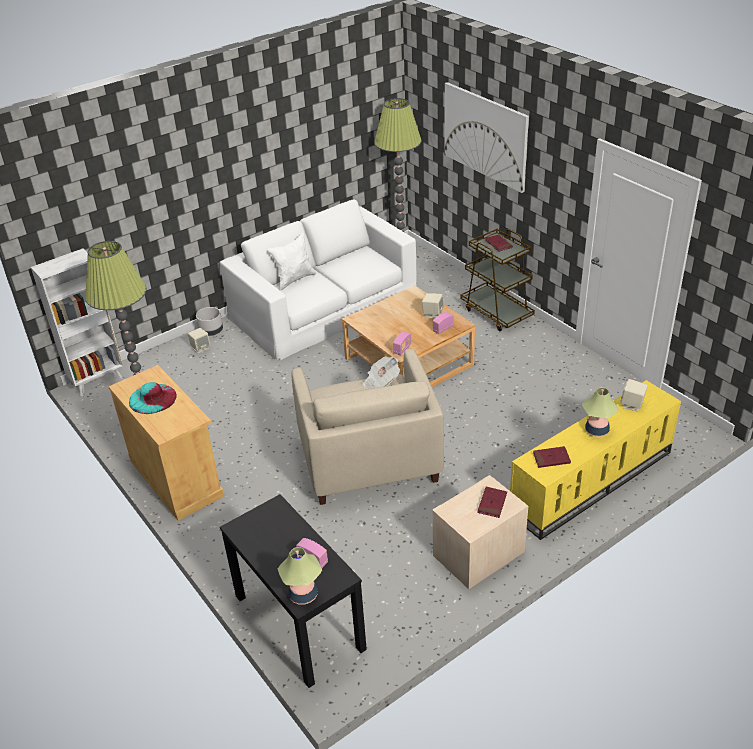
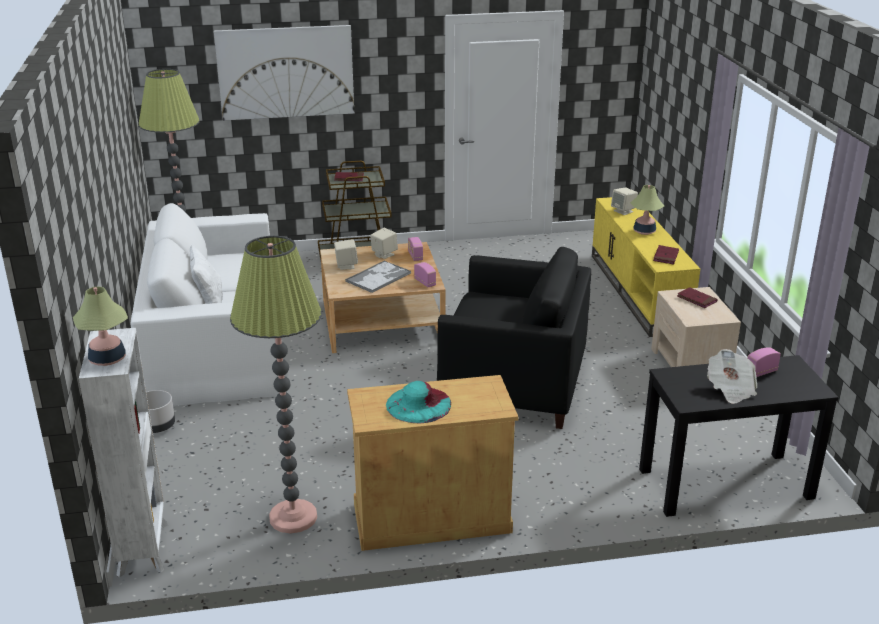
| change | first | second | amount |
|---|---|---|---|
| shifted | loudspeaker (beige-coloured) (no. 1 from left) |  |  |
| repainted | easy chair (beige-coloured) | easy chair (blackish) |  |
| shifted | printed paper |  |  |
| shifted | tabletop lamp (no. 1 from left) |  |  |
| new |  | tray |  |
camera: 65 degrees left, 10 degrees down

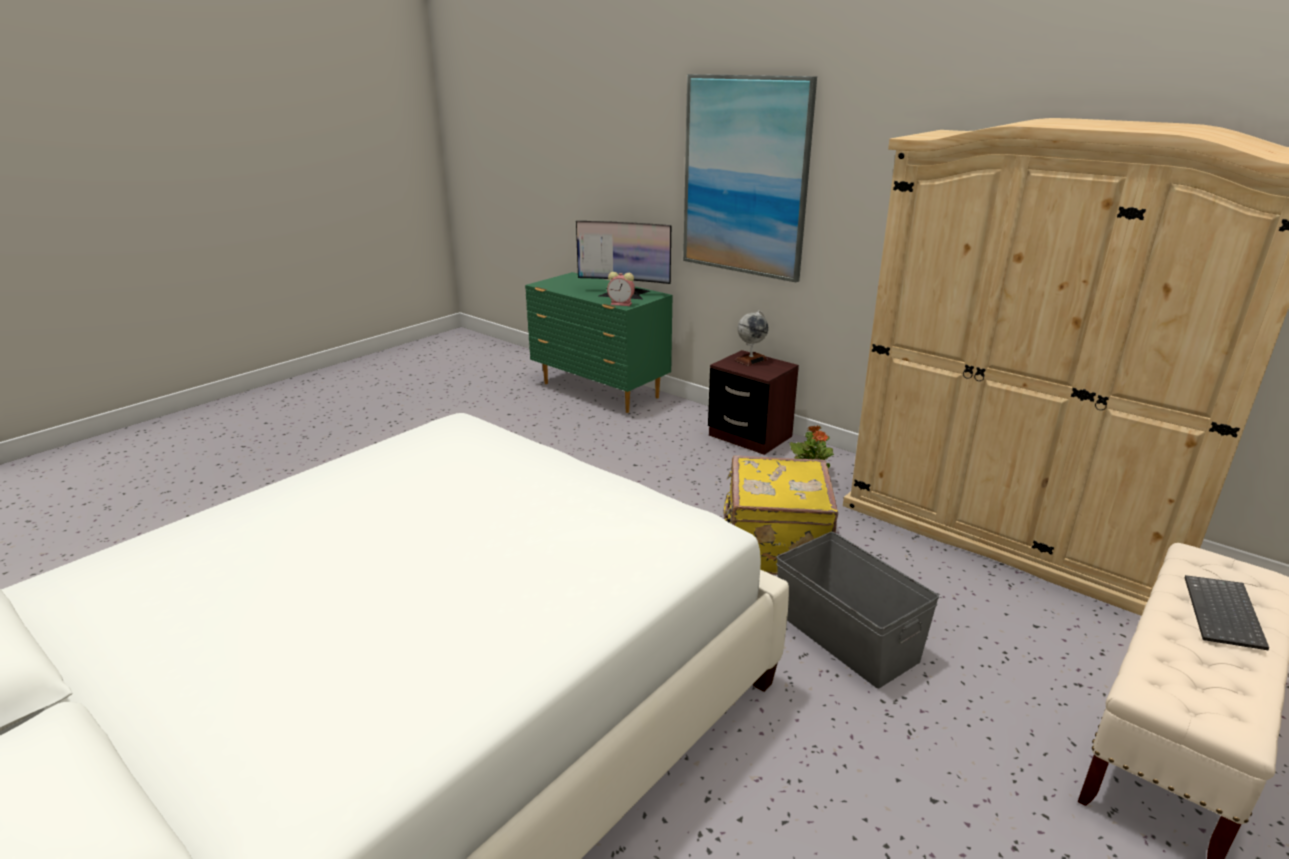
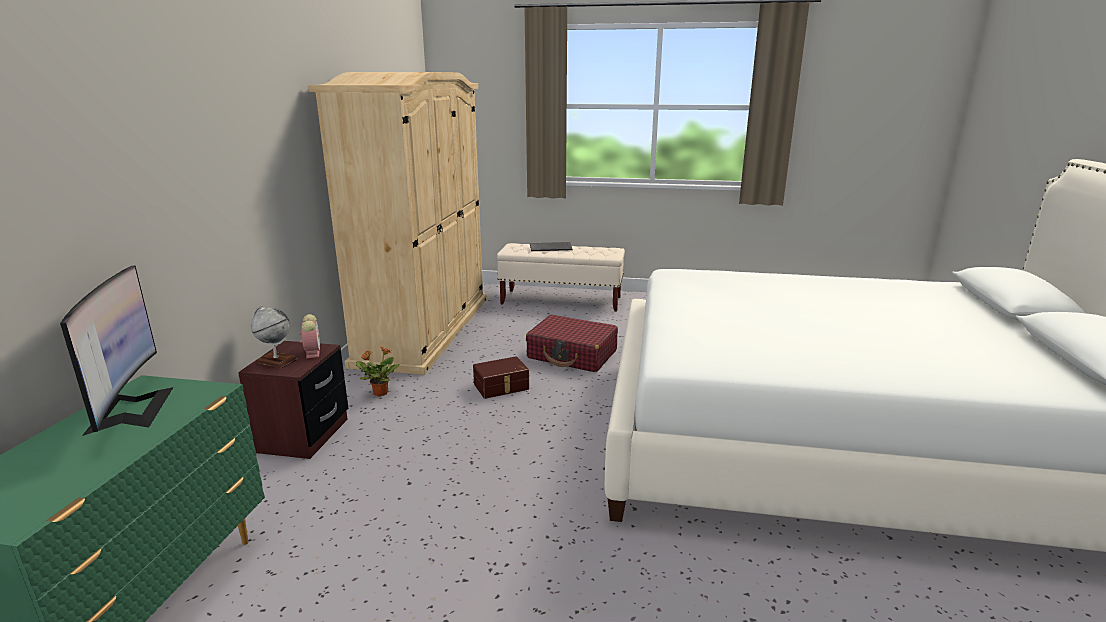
| change | first | second | amount |
|---|---|---|---|
| gone | wall art |  |  |
| shifted | bedside clock |  |  |
| swapped | piece of luggage (yellowish) | storage box (brown) |  |
| swapped | storage box (gray) | piece of luggage (red-coloured) |  |
camera: 120 degrees left, 5 degrees down

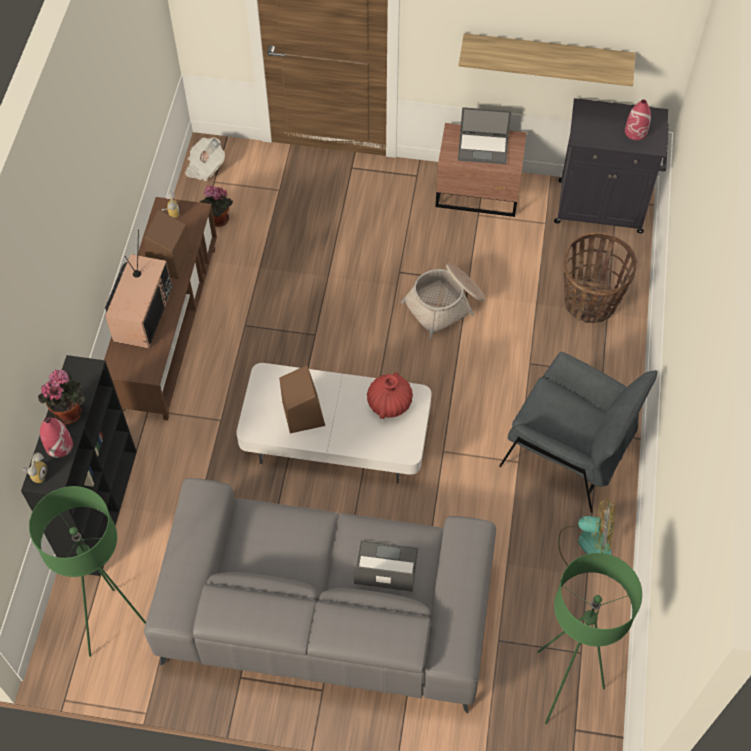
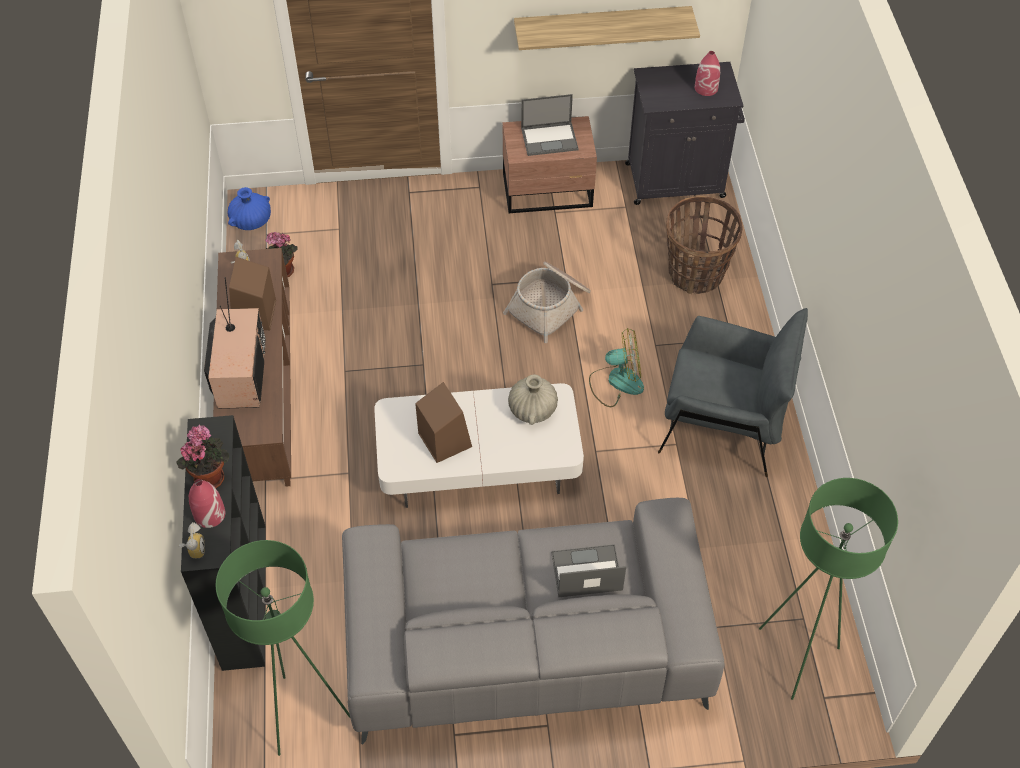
| change | first | second | amount |
|---|---|---|---|
| swapped | printed paper | decorative vase (blue-coloured) |  |
| repainted | decorative vase (red-coloured) (no. 2 from left) | decorative vase (beige-coloured) |  |
| shifted | electric fan |  |  |
camera: 15 degrees left, 5 degrees down

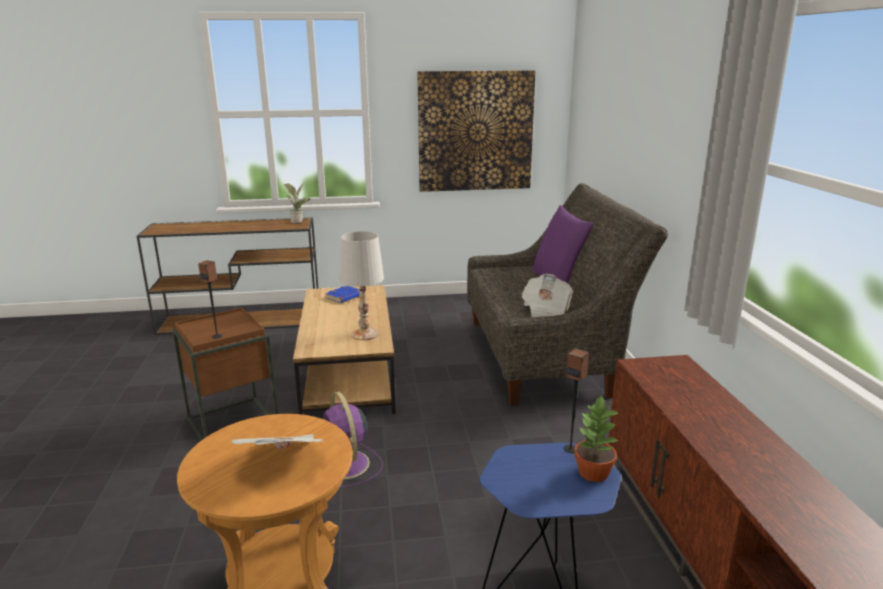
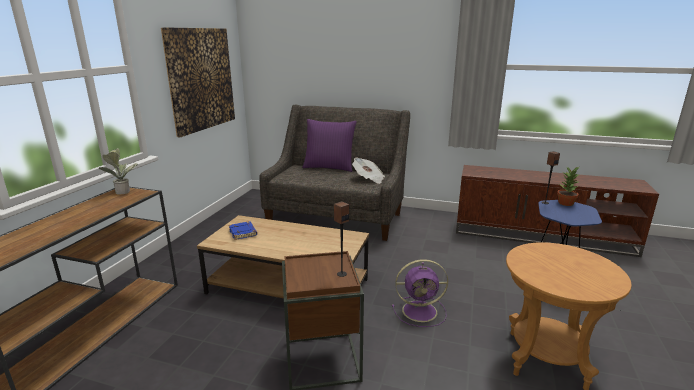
| change | first | second | amount |
|---|---|---|---|
| gone | tabletop lamp (whitish) |  |  |
| gone | printed paper (no. 1 from left) |  |  |
camera: 65 degrees left, 0 degrees up

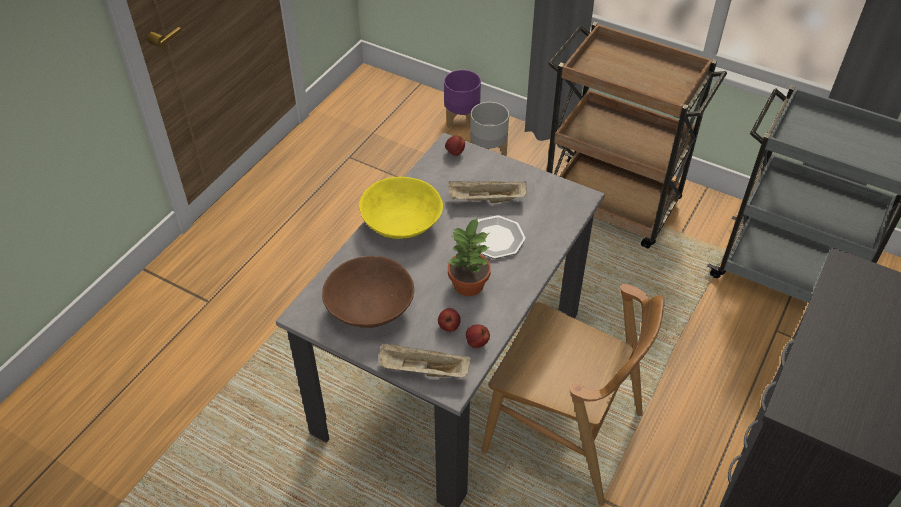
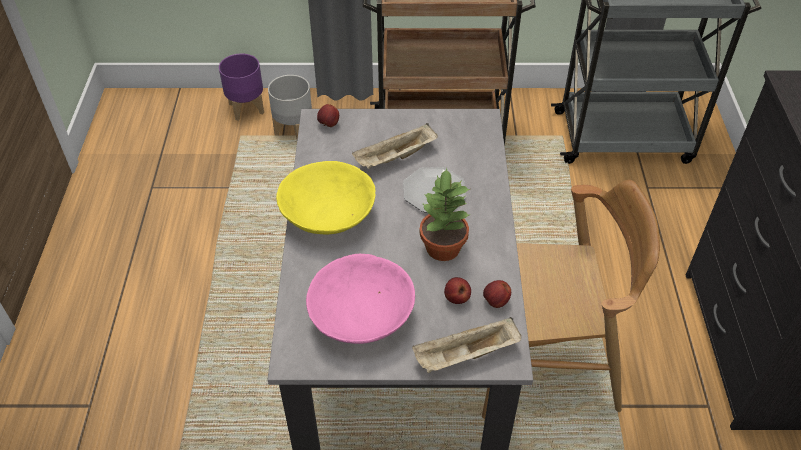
| change | first | second | amount |
|---|---|---|---|
| repainted | deep dish (brown) | deep dish (pink-coloured) |  |
camera: 30 degrees left, 0 degrees up

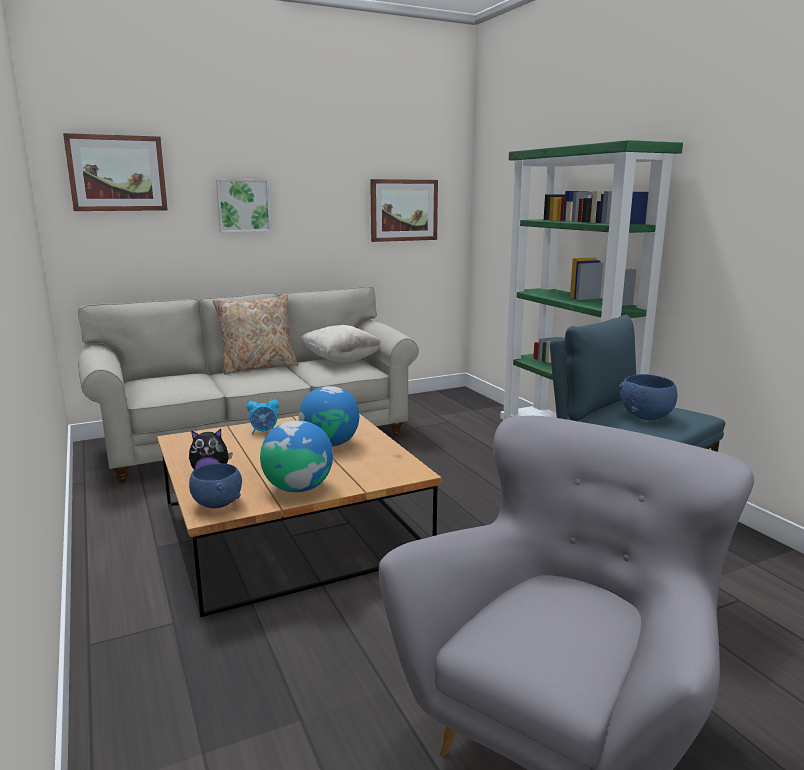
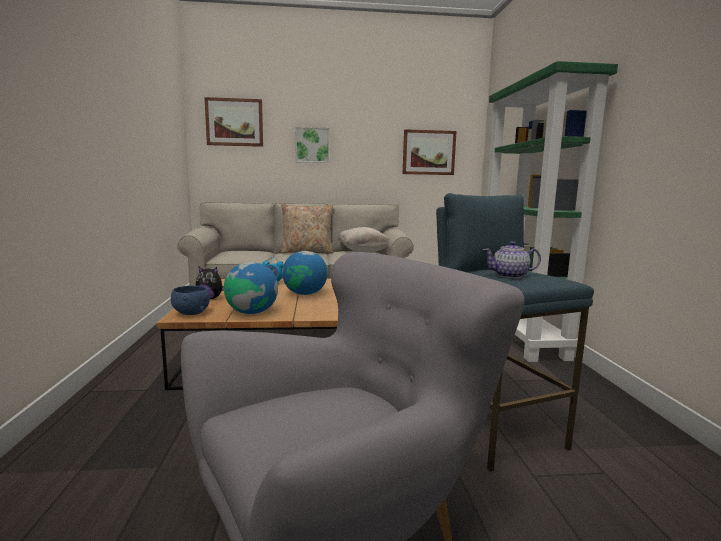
| change | first | second | amount |
|---|---|---|---|
| swapped | deep dish (blue-coloured) (no. 2 from left) | pot for tea |  |
camera: 20 degrees right, 5 degrees down

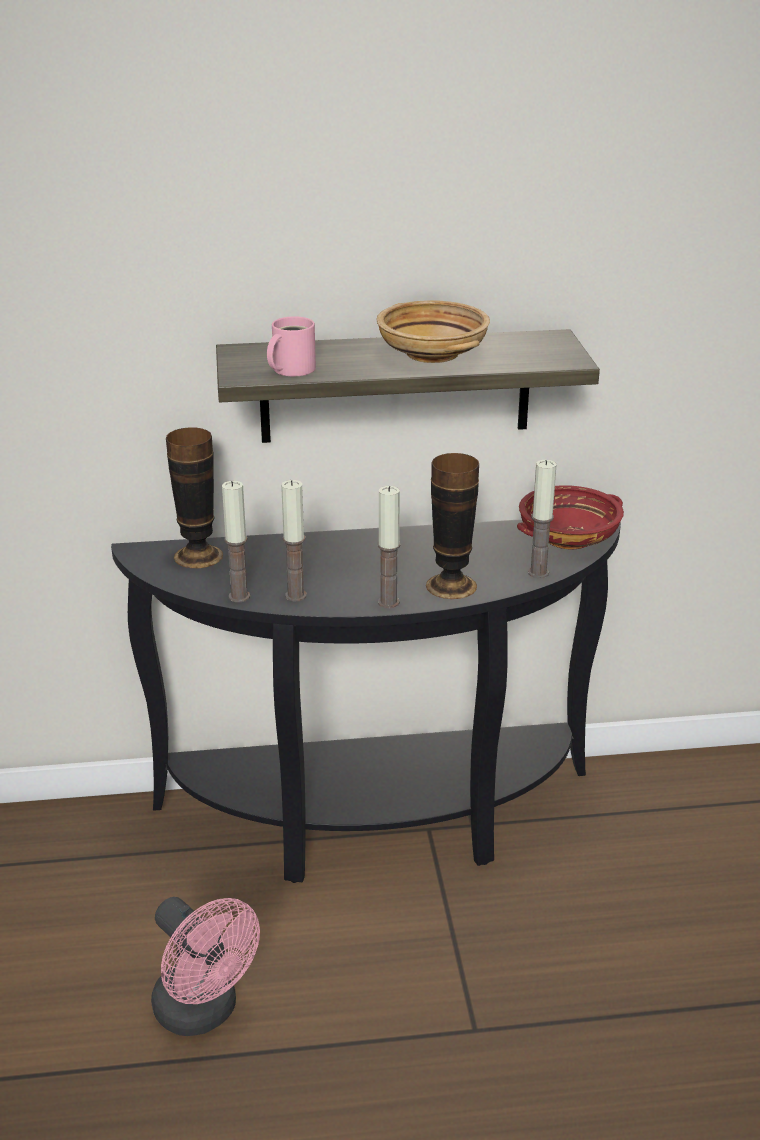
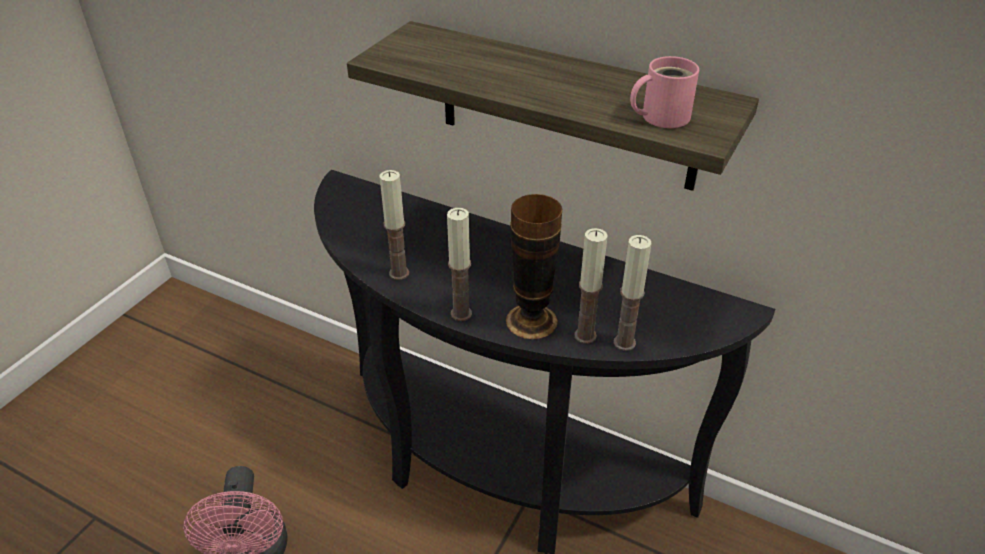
| change | first | second | amount |
|---|---|---|---|
| gone | deep dish (beige-coloured) |  |  |
| shifted | coffee mug (pink-coloured) |  |  |
| gone | decorative vase (no. 1 from left) |  |  |
| shifted | candle (no. 1 from left in the first image) | candle (no. 3 from left) |  |
| gone | deep dish (red-coloured) |  |  |
camera: 35 degrees right, 10 degrees up

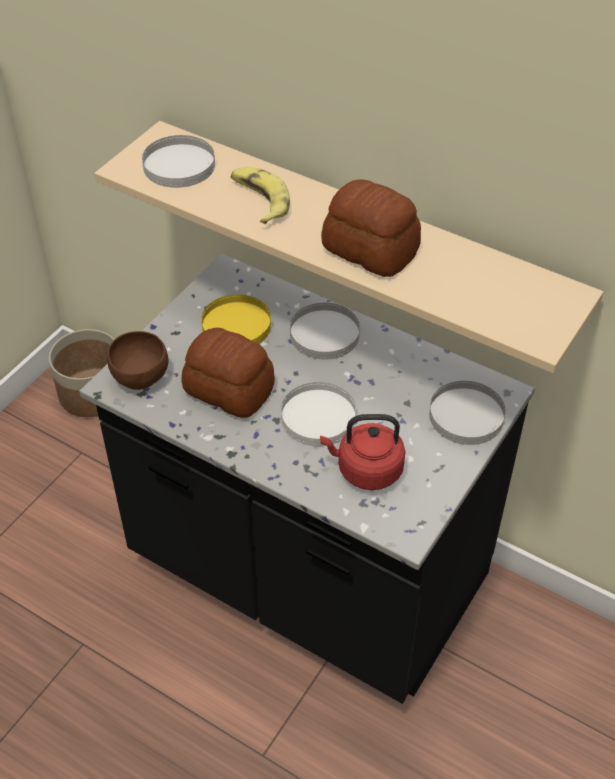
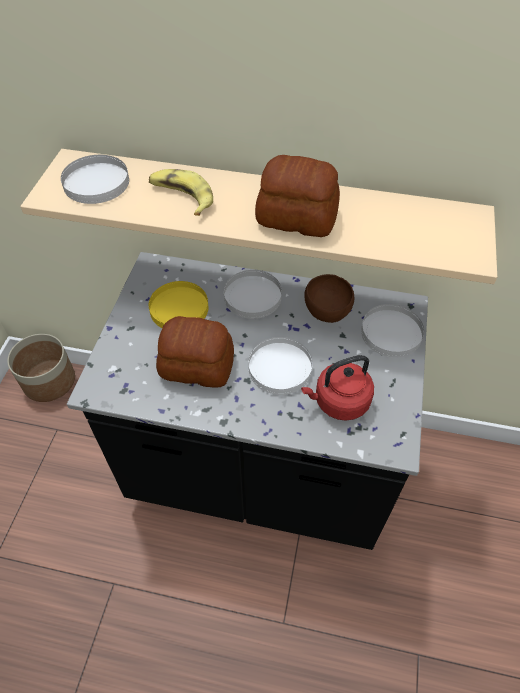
| change | first | second | amount |
|---|---|---|---|
| shifted | deep dish (brown) |  |  |
camera: 20 degrees left, 5 degrees up

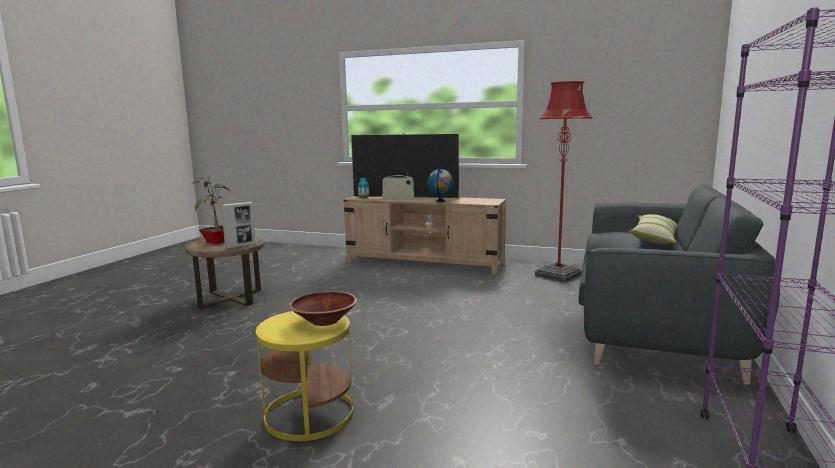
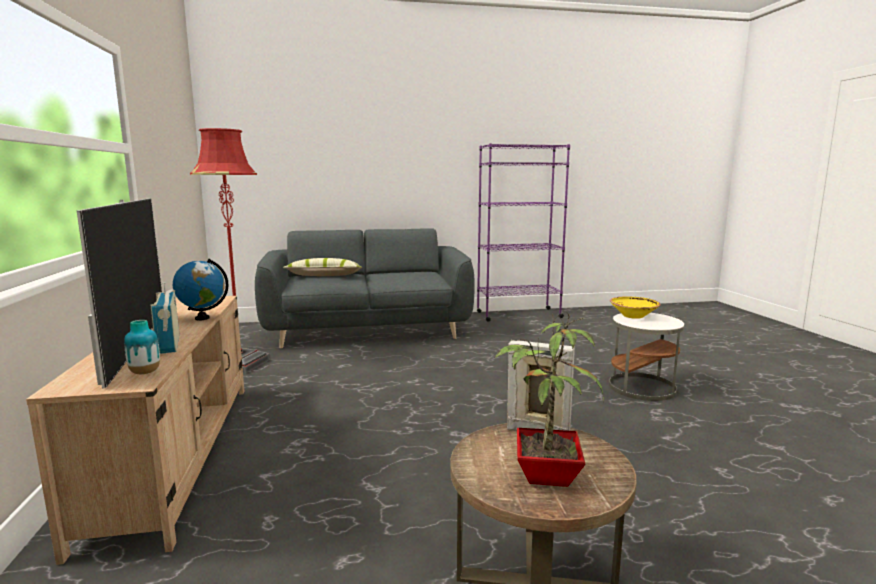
| change | first | second | amount |
|---|---|---|---|
| repainted | deep dish (brown) | deep dish (yellowish) |  |
| repainted | side table (yellowish) | side table (whitish) |  |
camera: 120 degrees left, 0 degrees up

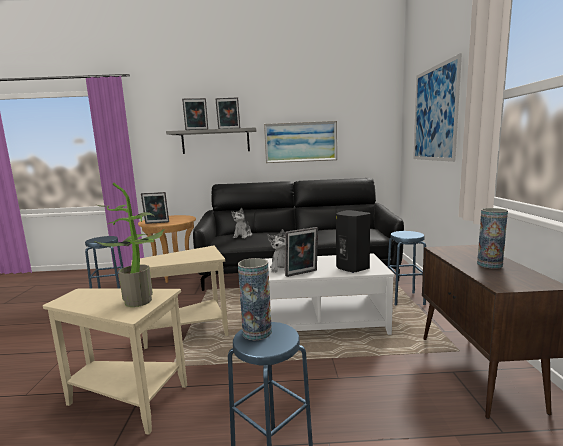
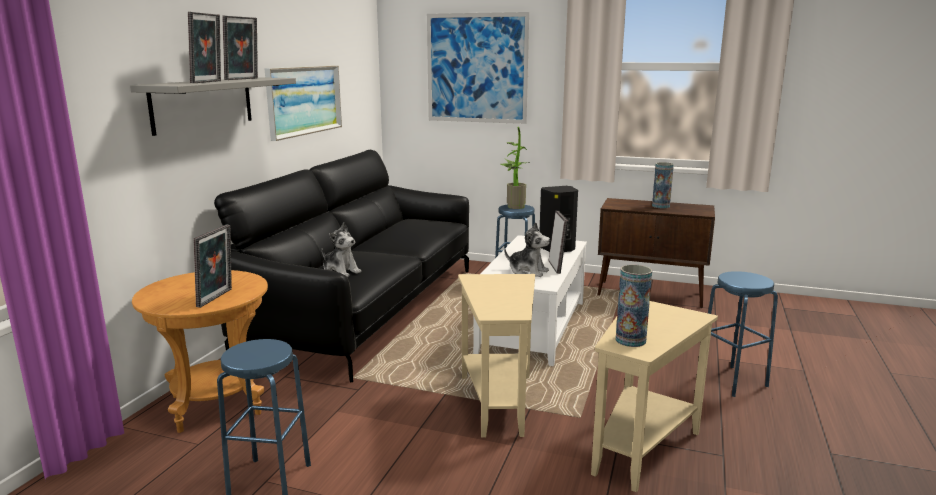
| change | first | second | amount |
|---|---|---|---|
| shifted | houseplant |  |  |
| shifted | decorative vase (no. 1 from left) |  |  |
camera: 70 degrees left, 5 degrees up

